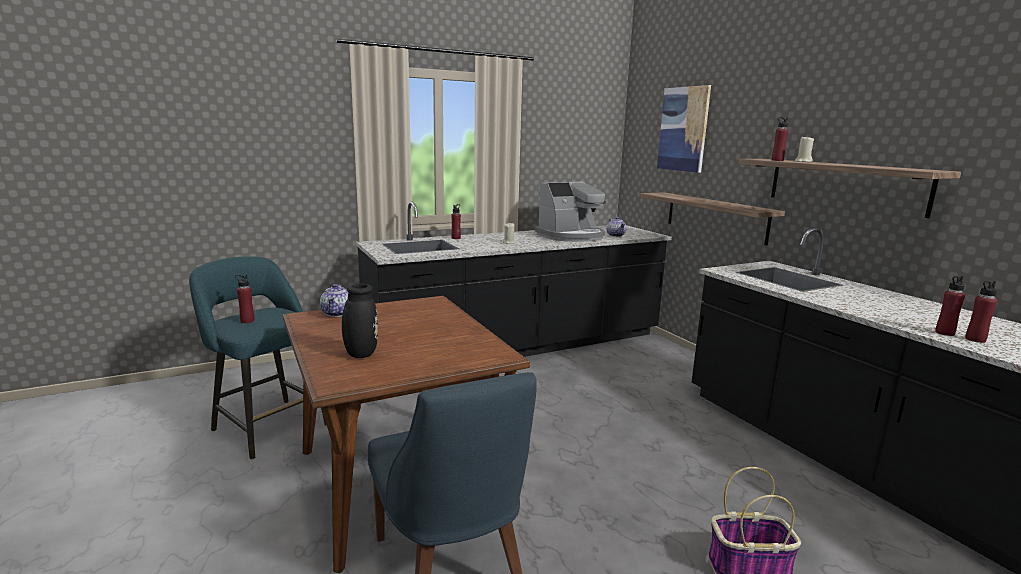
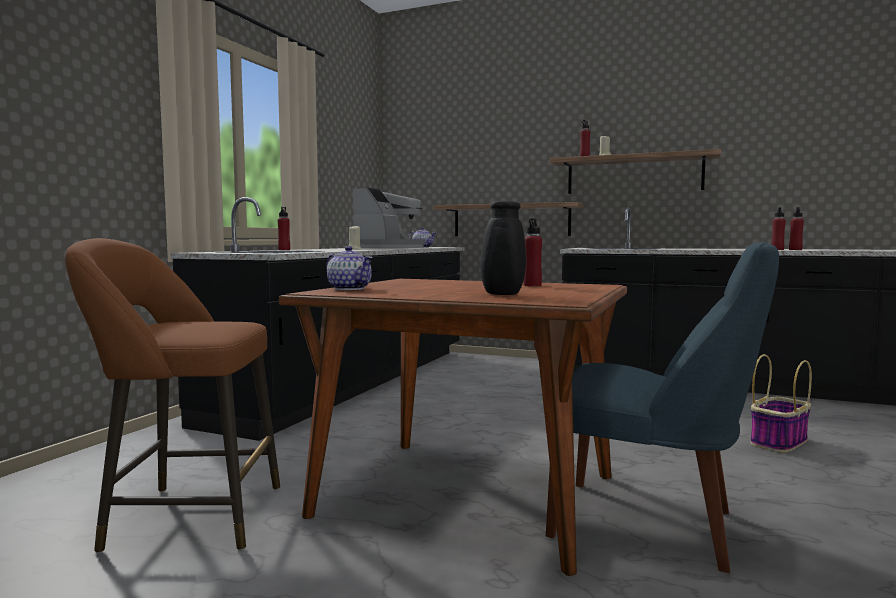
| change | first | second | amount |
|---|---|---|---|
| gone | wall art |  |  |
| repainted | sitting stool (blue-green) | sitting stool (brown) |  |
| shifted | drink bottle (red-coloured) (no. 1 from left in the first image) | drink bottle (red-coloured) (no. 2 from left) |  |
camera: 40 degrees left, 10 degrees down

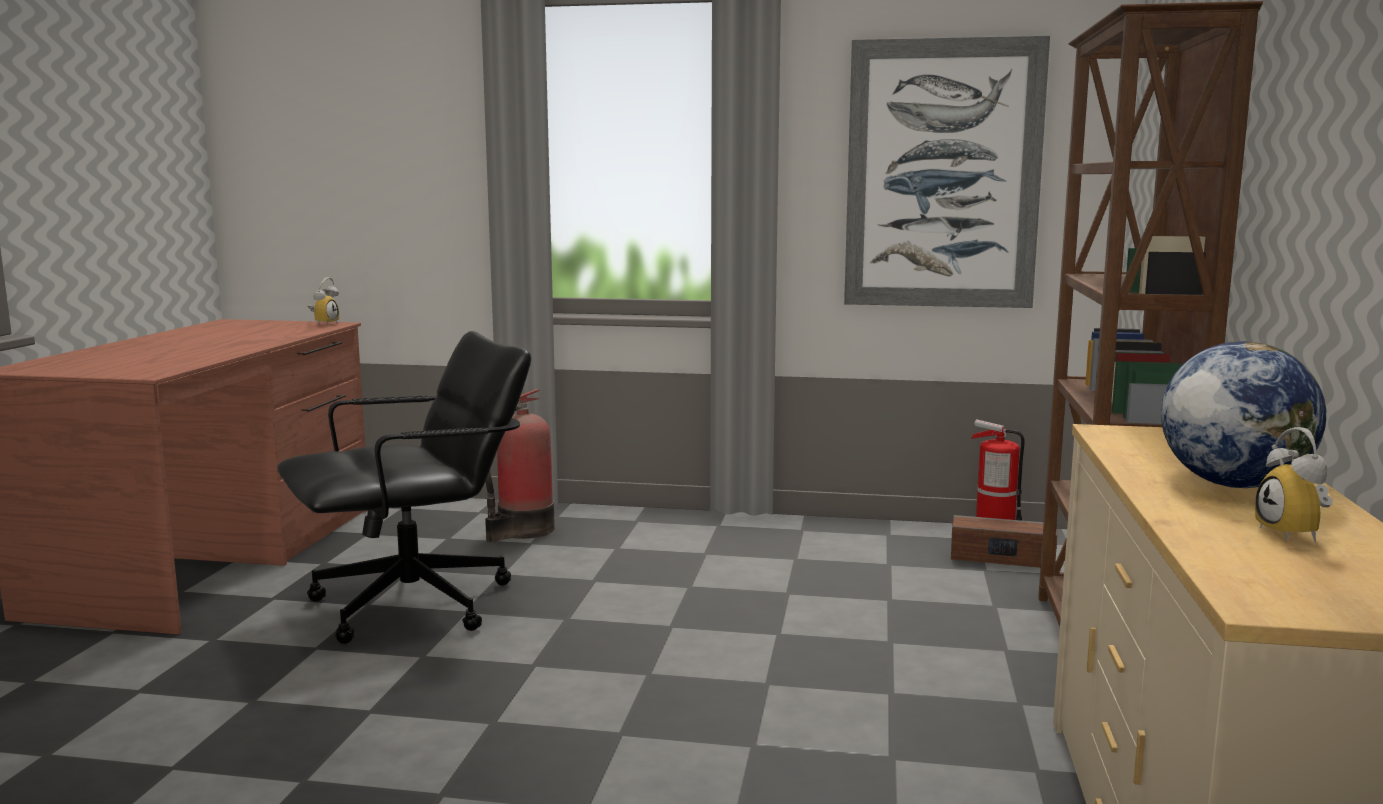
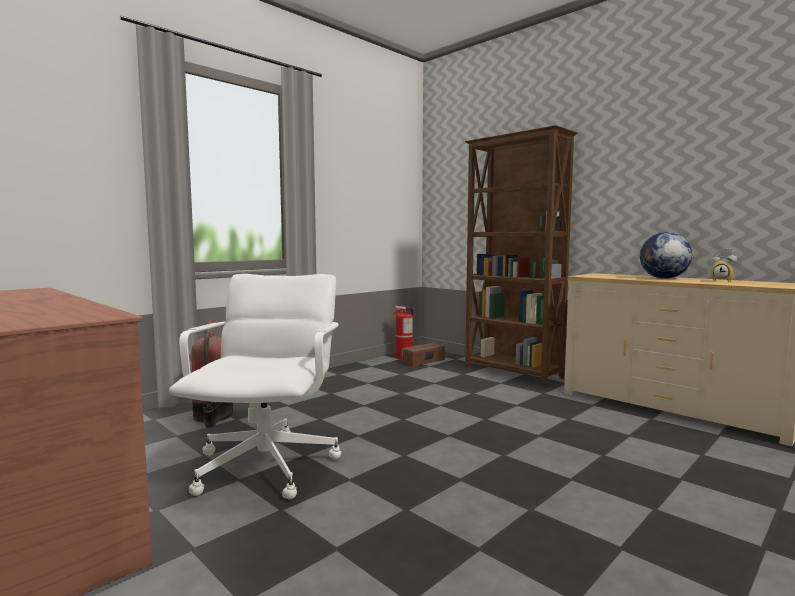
| change | first | second | amount |
|---|---|---|---|
| gone | wall art |  |  |
| gone | bedside clock (no. 1 from left) |  |  |
| repainted | office chair (blackish) | office chair (whitish) |  |
camera: 55 degrees left, 5 degrees down

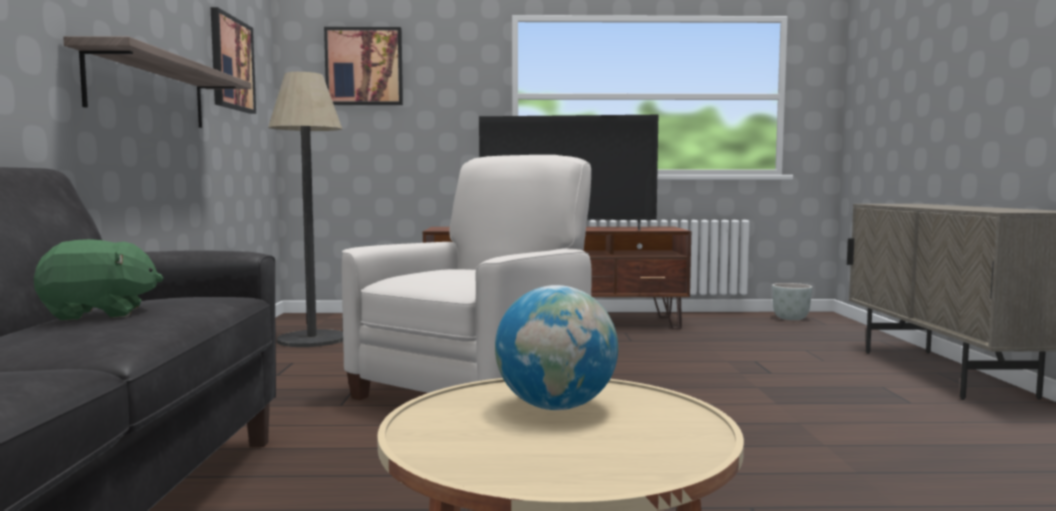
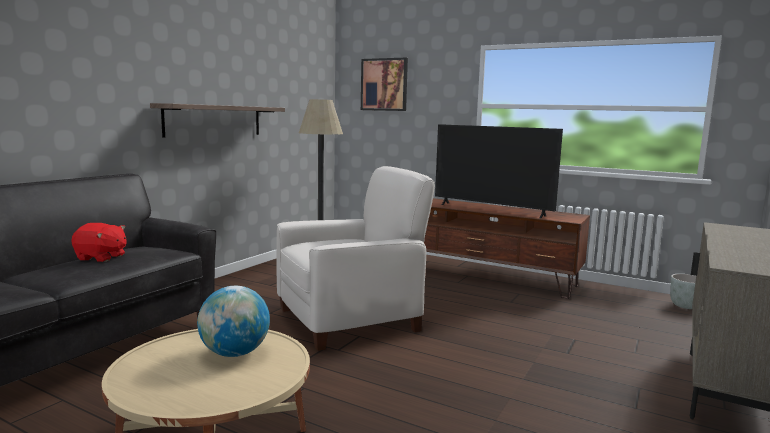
| change | first | second | amount |
|---|---|---|---|
| gone | wall art (no. 1 from left) |  |  |
| repainted | plush toy (greenish) | plush toy (red-coloured) |  |
camera: 30 degrees right, 5 degrees up

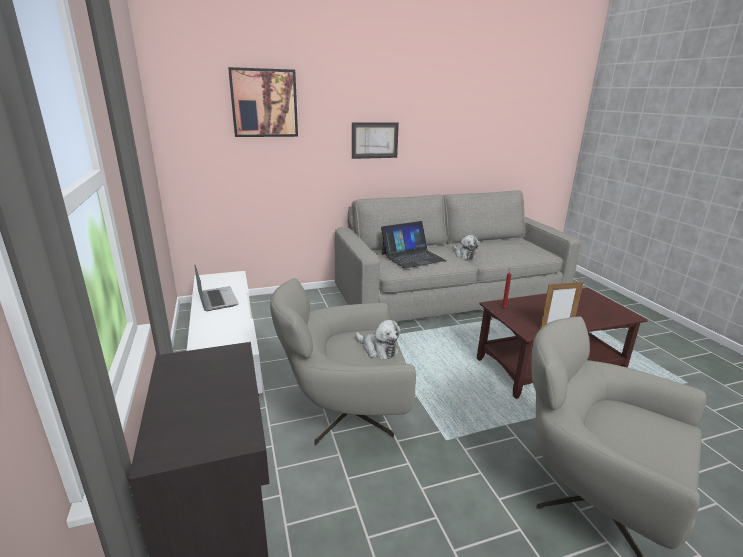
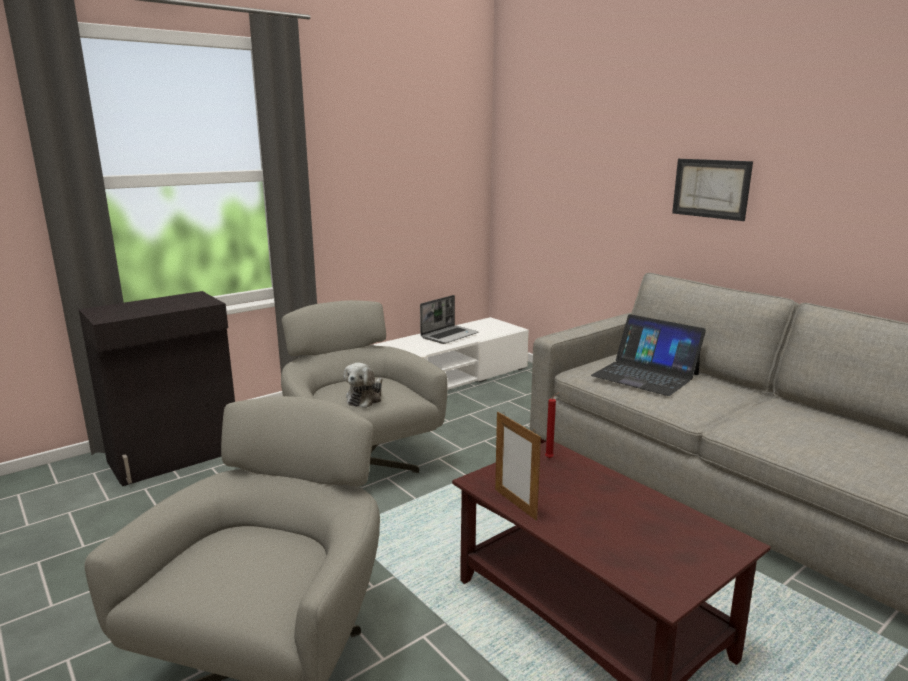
| change | first | second | amount |
|---|---|---|---|
| gone | wall art (no. 1 from left) |  |  |
| gone | plush toy (no. 2 from left) |  |  |
camera: 70 degrees right, 5 degrees down

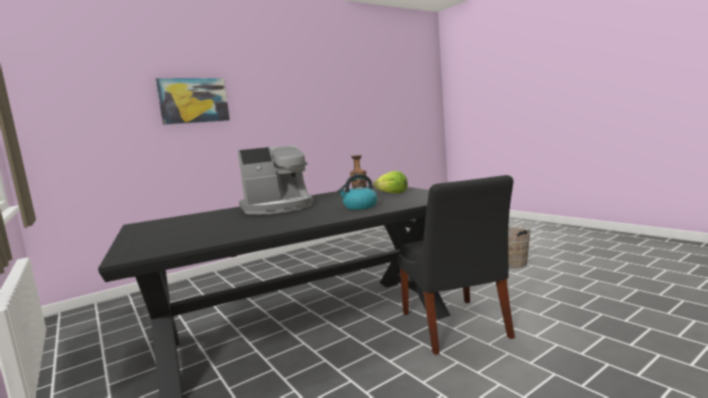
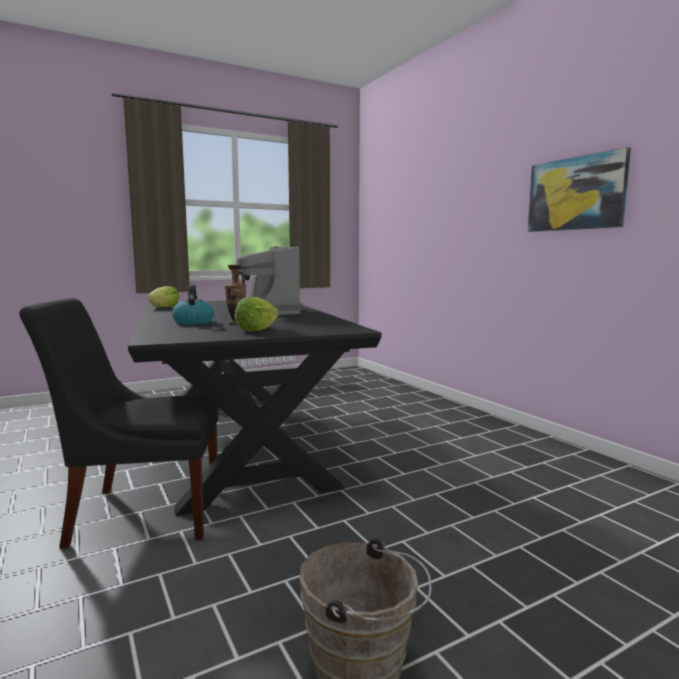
| change | first | second | amount |
|---|---|---|---|
| shifted | wall art |  |  |
| new |  | head of lettuce (no. 1 from left) |  |
camera: 95 degrees right, 0 degrees up

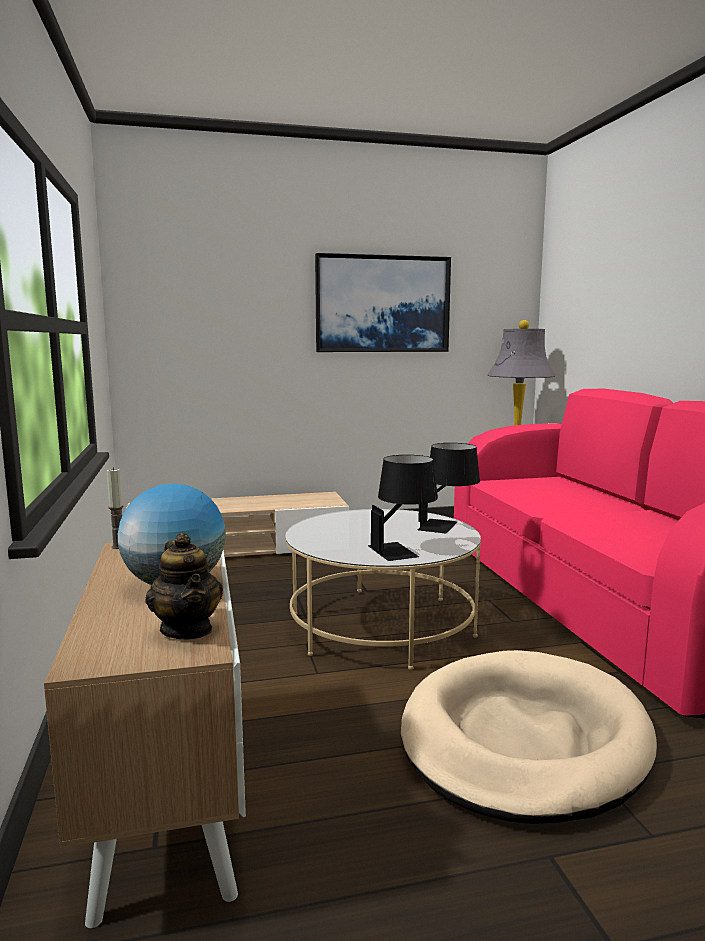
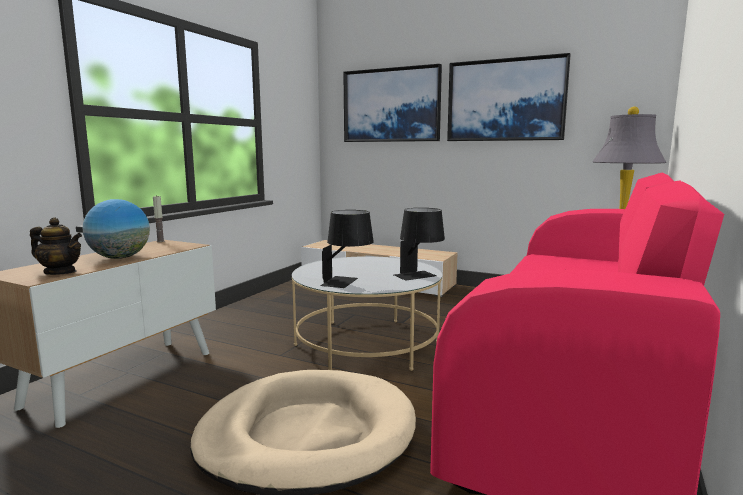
| change | first | second | amount |
|---|---|---|---|
| rotated | pot for tea |  | 90 degrees counterclockwise |
| new |  | wall art (no. 1 from left) |  |
camera: 40 degrees right, 0 degrees up

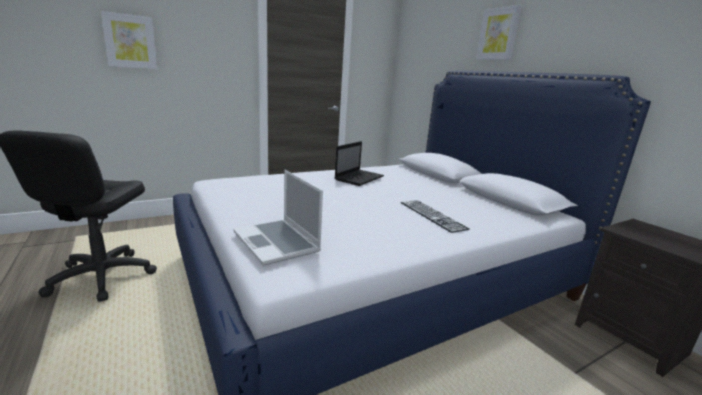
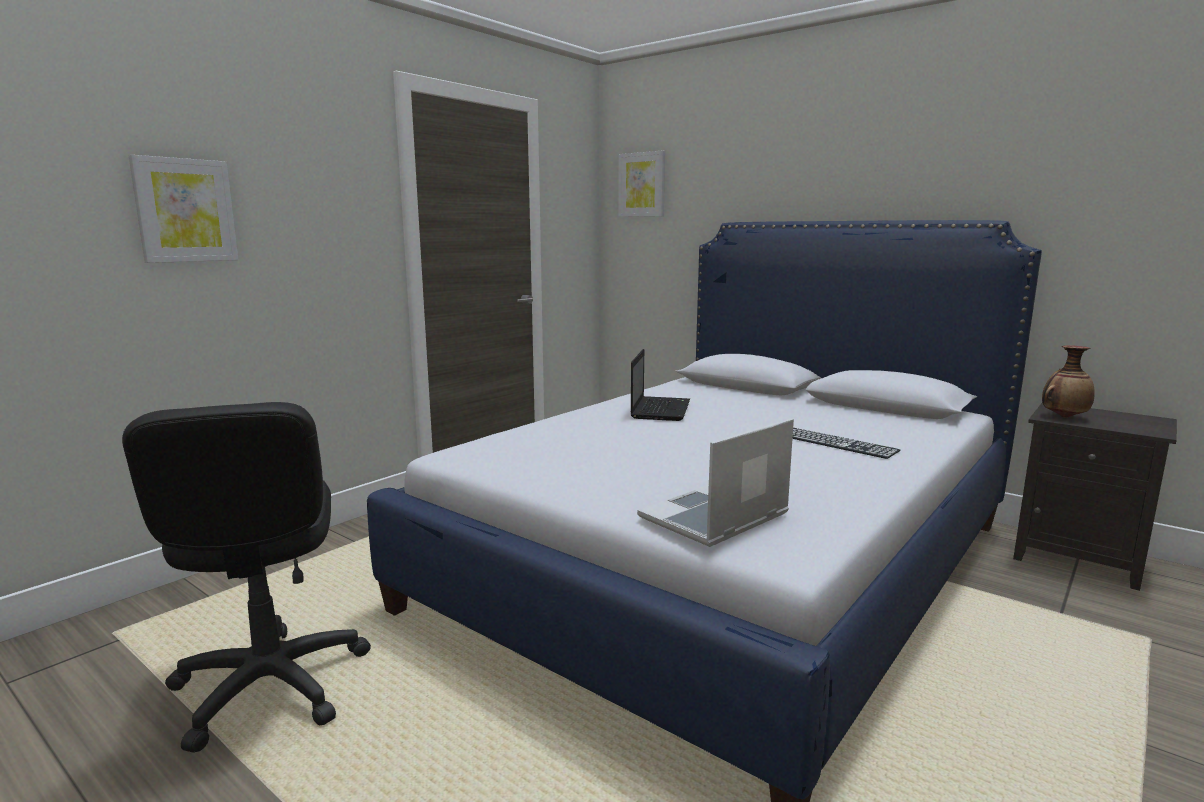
| change | first | second | amount |
|---|---|---|---|
| shifted | wall art (no. 2 from left) |  |  |
| rotated | notebook computer (no. 1 from left in the first image) | notebook computer (no. 2 from left) | 105 degrees clockwise |
| new |  | decorative vase |  |
camera: 20 degrees left, 5 degrees down

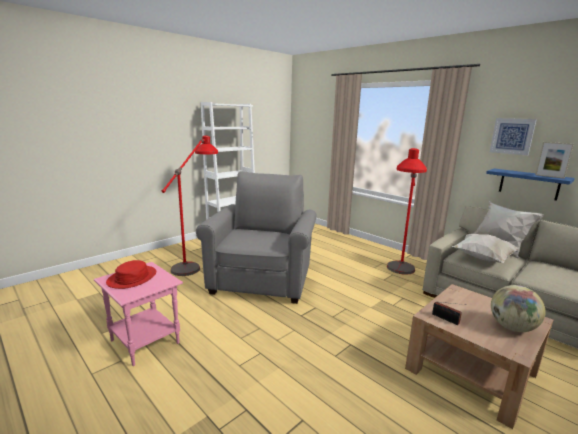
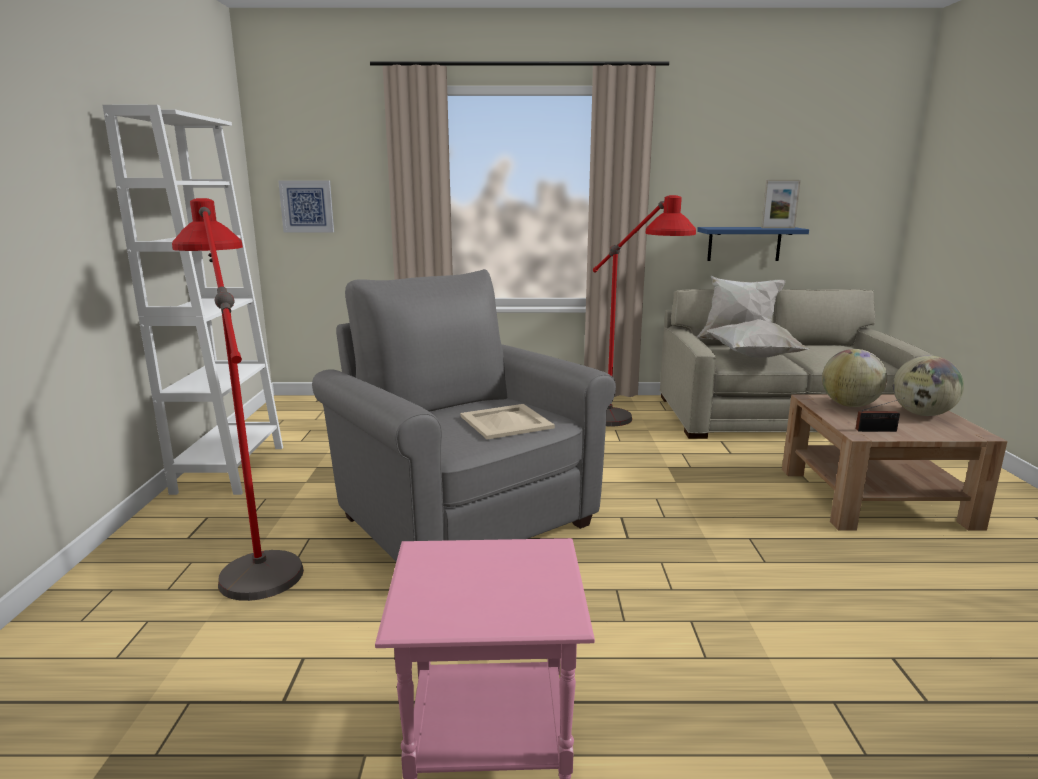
| change | first | second | amount |
|---|---|---|---|
| shifted | wall art |  |  |
| gone | clothing hat (red-coloured) |  |  |
| new |  | globe (no. 1 from left) |  |
| new |  | tray (beige-coloured) |  |
camera: 45 degrees left, 0 degrees up

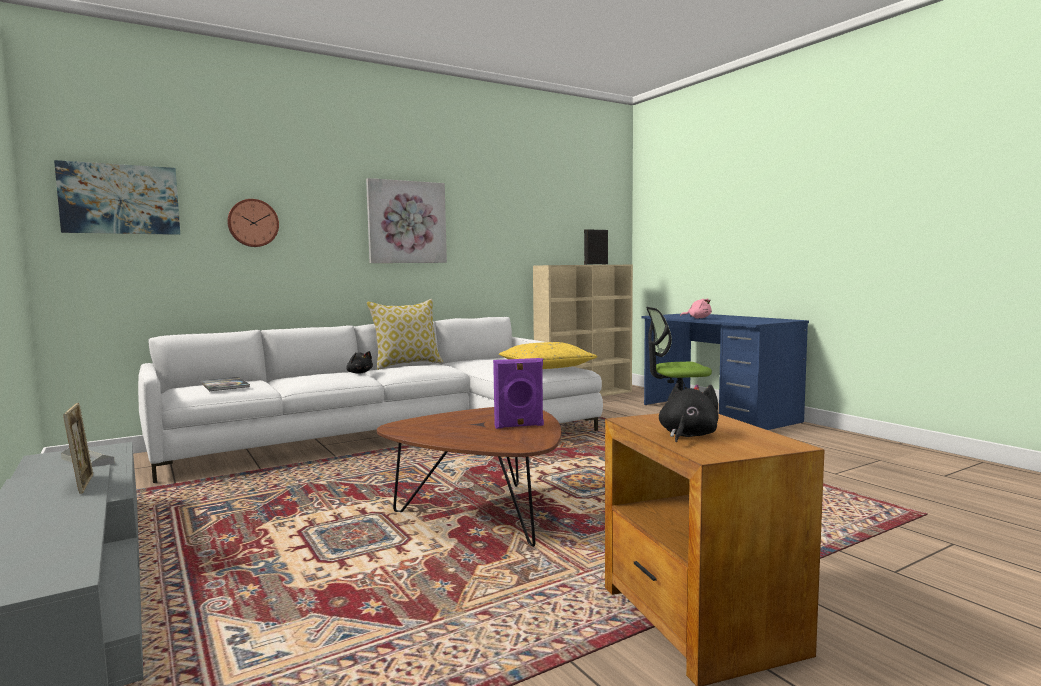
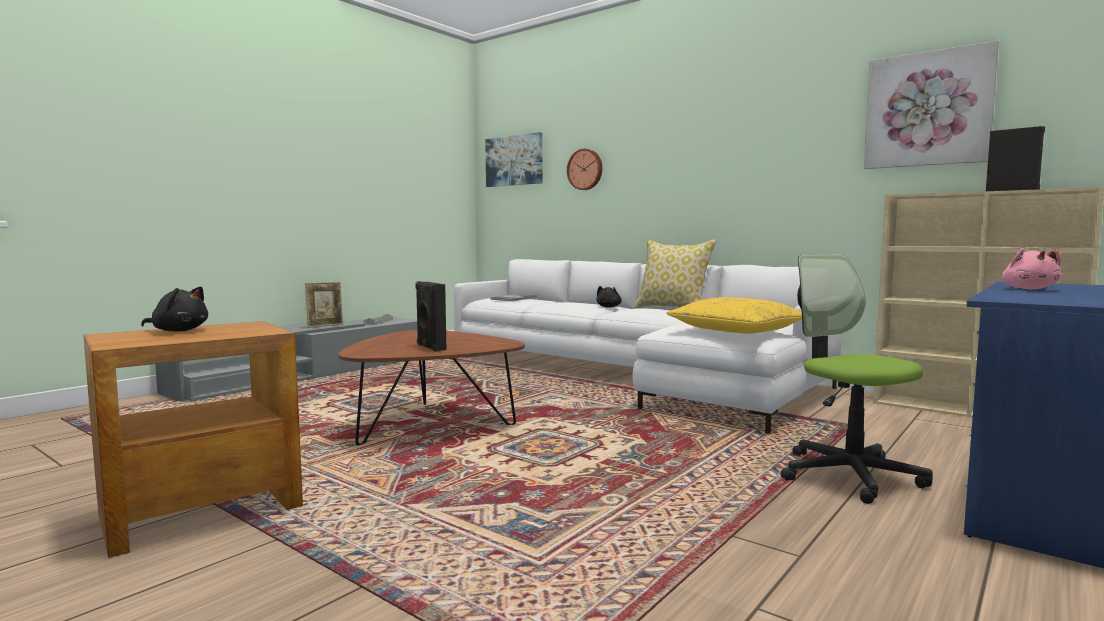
| change | first | second | amount |
|---|---|---|---|
| shifted | wall art (no. 2 from left) |  |  |
| repainted | loudspeaker (purplish) | loudspeaker (blackish) (no. 1 from left) |  |
camera: 70 degrees right, 0 degrees up

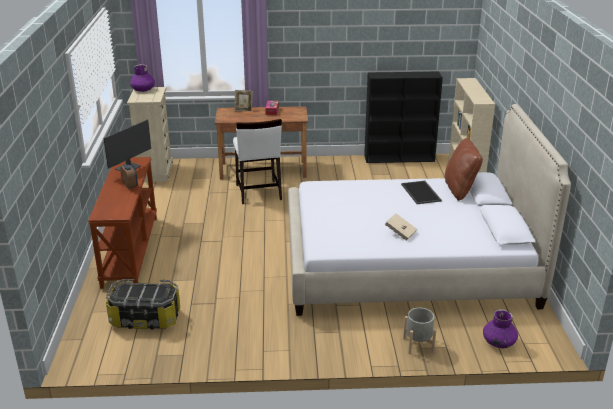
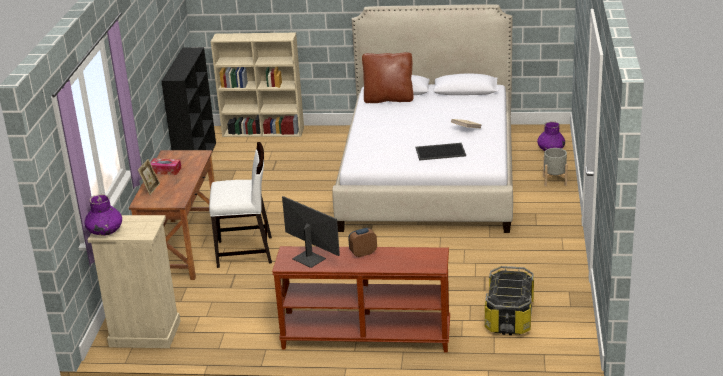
| change | first | second | amount |
|---|---|---|---|
| shifted | tray |  |  |
camera: 80 degrees left, 0 degrees up

